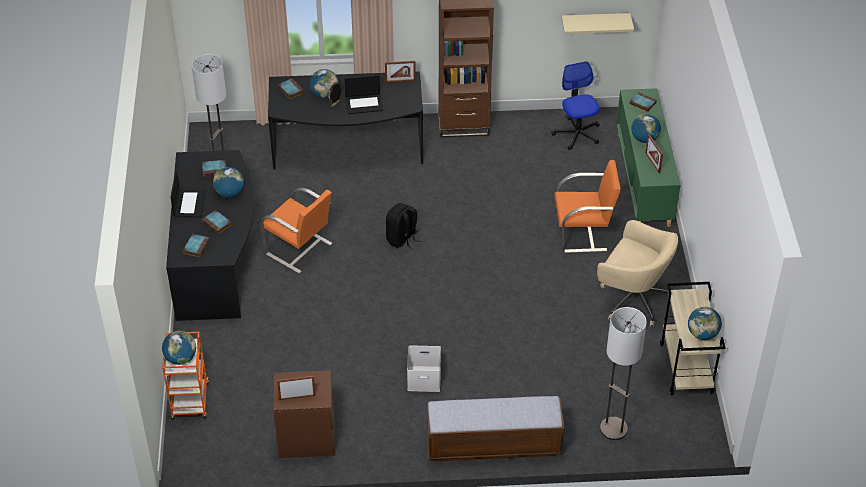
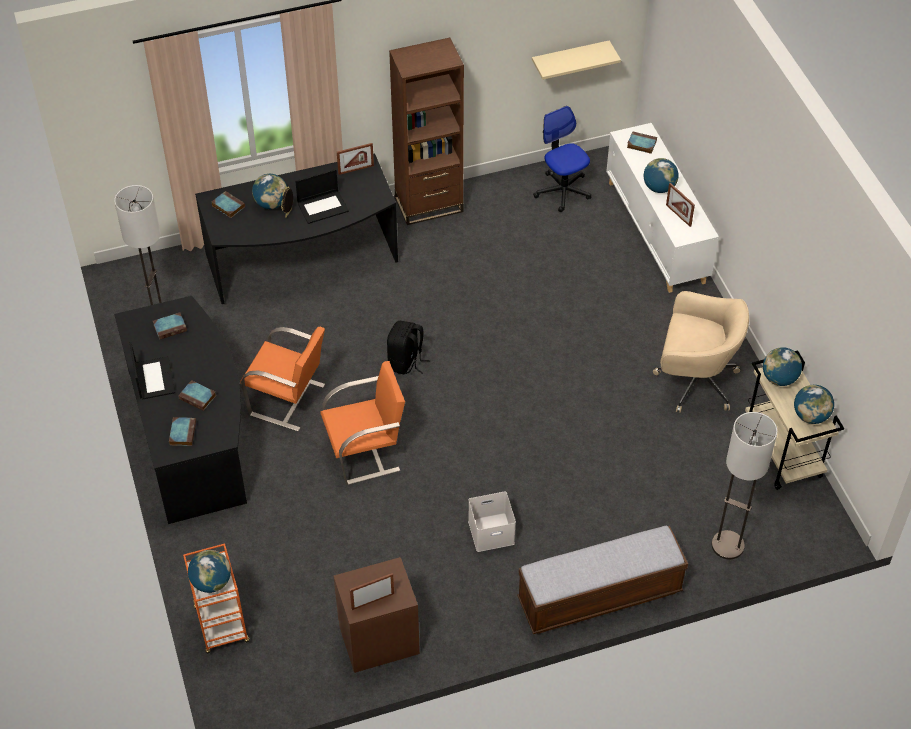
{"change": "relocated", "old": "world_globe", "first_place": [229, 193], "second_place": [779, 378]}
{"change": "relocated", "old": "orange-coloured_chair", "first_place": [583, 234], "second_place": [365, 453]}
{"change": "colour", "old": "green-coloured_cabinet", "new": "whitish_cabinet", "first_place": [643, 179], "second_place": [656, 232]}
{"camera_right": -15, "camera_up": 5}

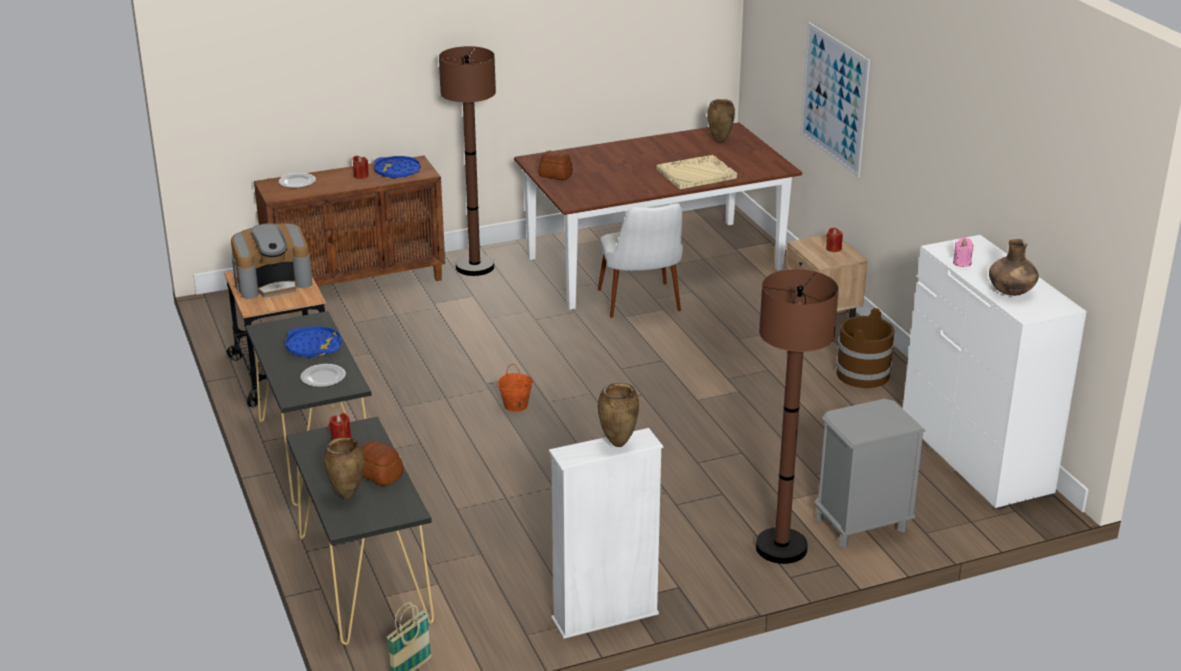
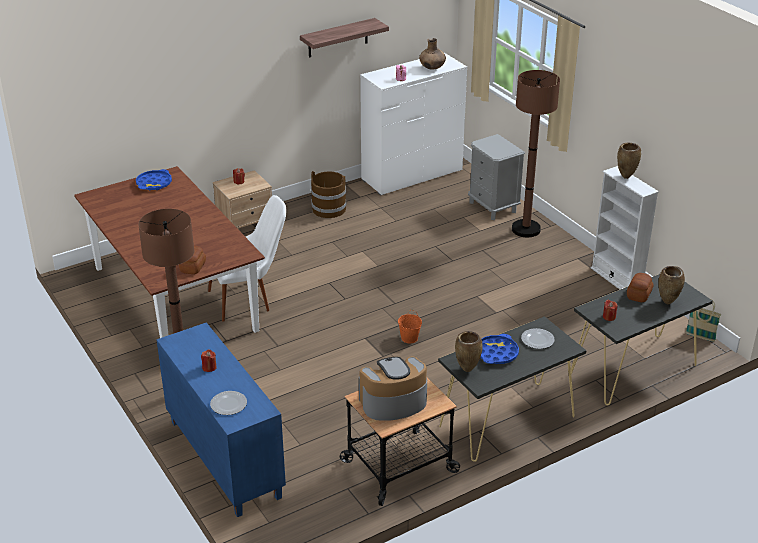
{"change": "spun", "old": "coffee_maker", "first_place": [273, 282], "second_place": [393, 402], "degrees": -75}
{"change": "colour", "old": "brown_cabinet", "new": "bluish_cabinet", "first_place": [356, 282], "second_place": [223, 458]}
{"change": "relocated", "old": "bluish_serving_tray", "first_place": [397, 171], "second_place": [154, 183]}
{"change": "missing", "old": "beige-coloured_serving_tray", "first_place": [697, 174]}
{"change": "relocated", "old": "brown_decorative_vase", "first_place": [719, 141], "second_place": [467, 370]}
{"change": "missing", "old": "picture", "first_place": [834, 98]}
{"change": "appeared", "new": "bracket_shelf", "second_place": [338, 38]}
{"camera_right": -100, "camera_up": 5}

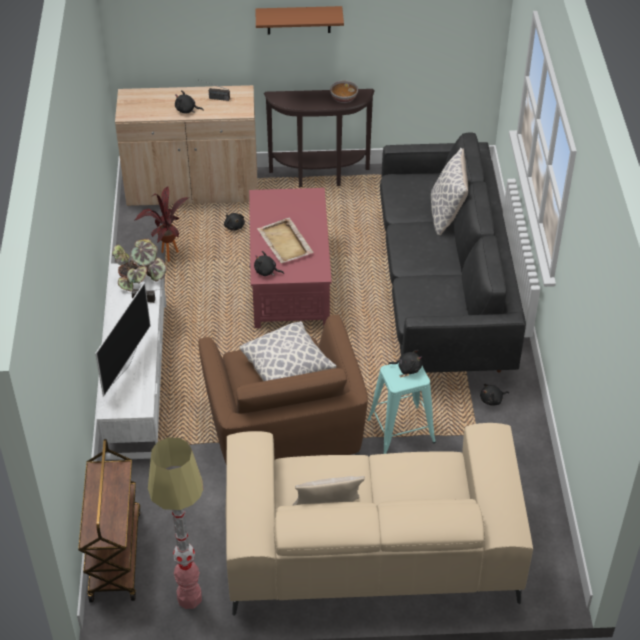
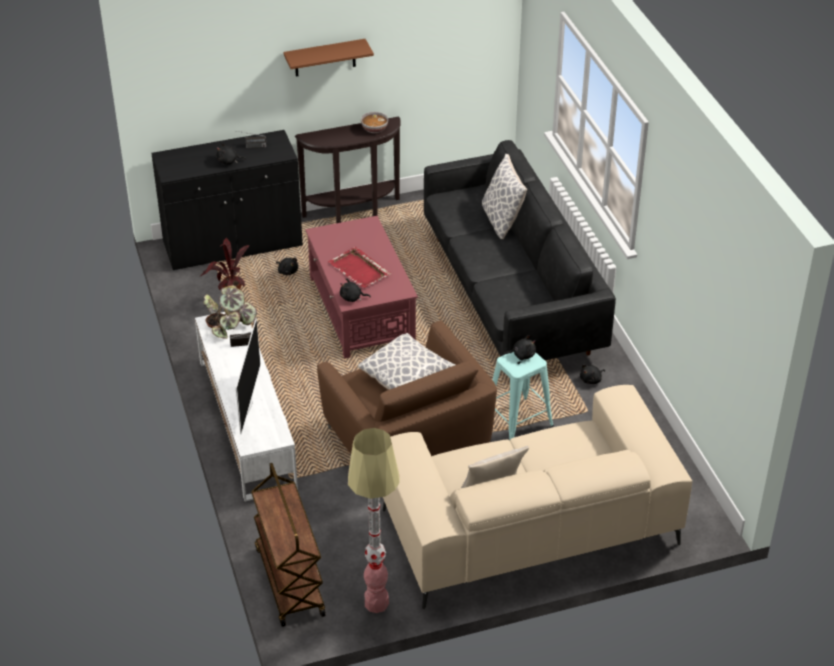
{"change": "colour", "old": "beige-coloured_cabinet", "new": "black-coloured_cabinet", "first_place": [192, 189], "second_place": [233, 244]}
{"change": "colour", "old": "beige-coloured_serving_tray", "new": "reddish_serving_tray", "first_place": [285, 243], "second_place": [359, 270]}
{"camera_right": -15, "camera_up": -5}

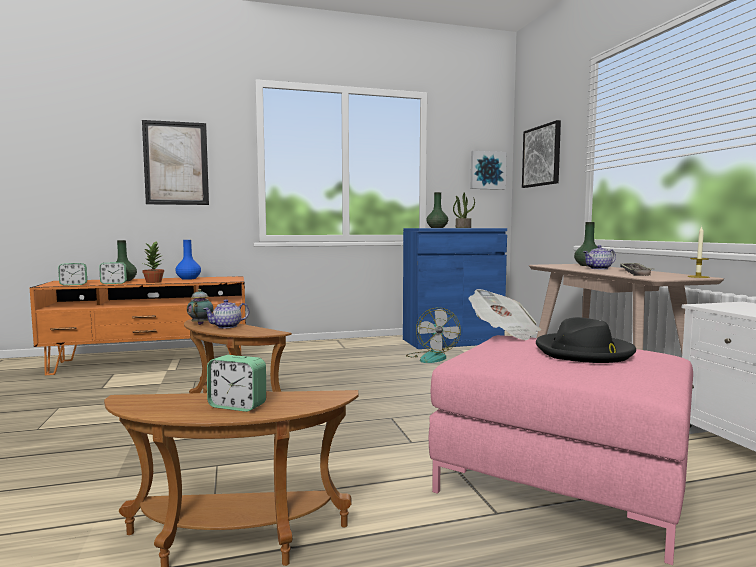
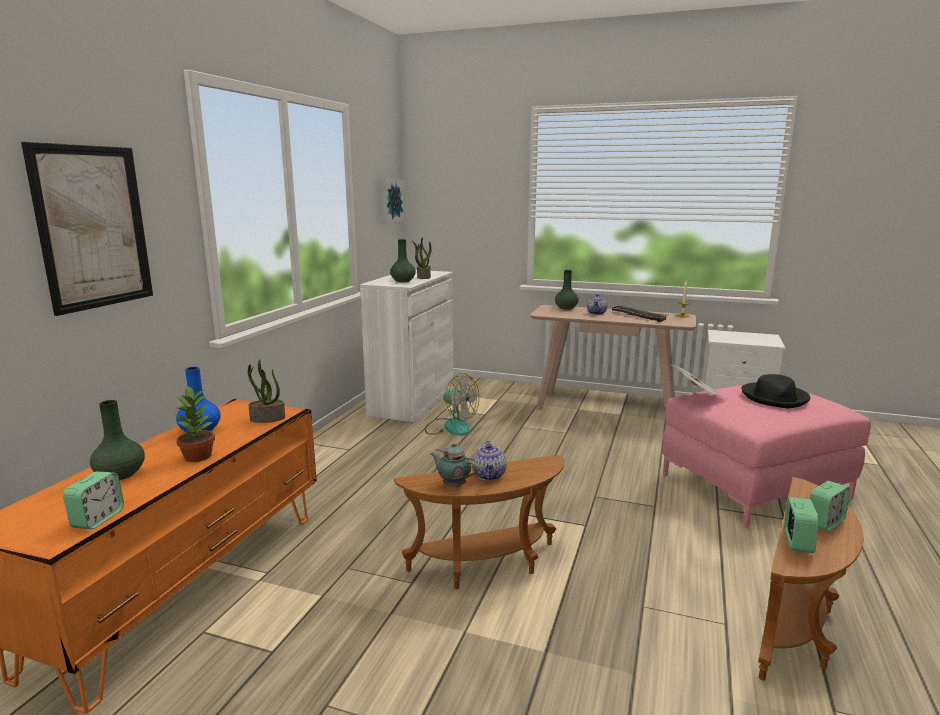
{"change": "relocated", "old": "table_clock", "first_place": [113, 283], "second_place": [797, 542]}
{"change": "colour", "old": "bluish_cabinet", "new": "whitish_cabinet", "first_place": [452, 341], "second_place": [412, 401]}
{"change": "missing", "old": "picture", "first_place": [542, 156]}
{"change": "appeared", "new": "potted_plant", "second_place": [267, 419]}
{"camera_right": -55, "camera_up": 10}

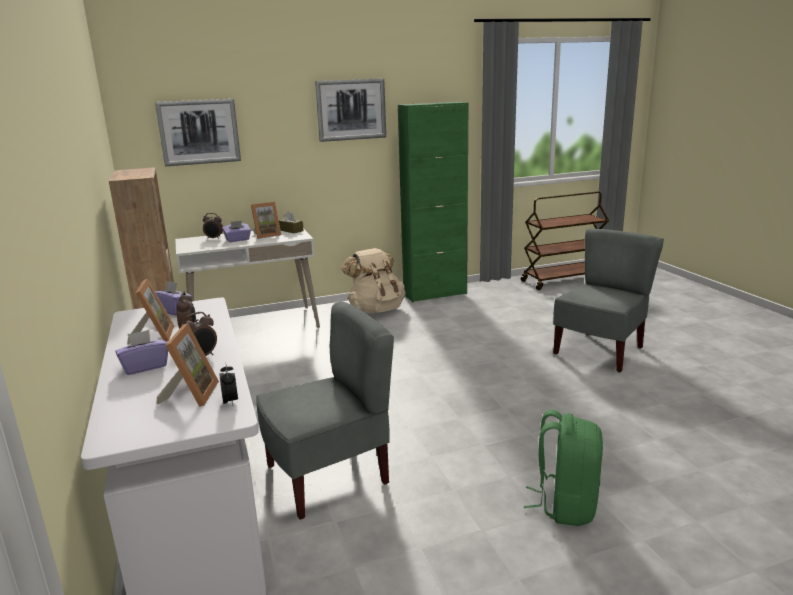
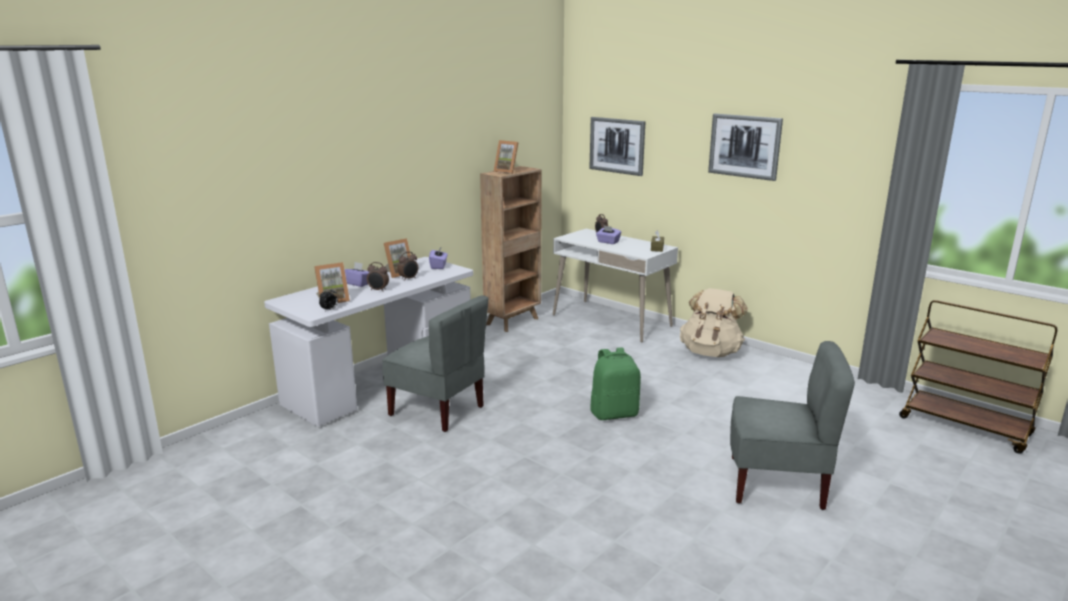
{"change": "relocated", "old": "photo_frame", "first_place": [266, 235], "second_place": [507, 171]}
{"change": "missing", "old": "green-coloured_cabinet", "first_place": [435, 294]}
{"change": "relocated", "old": "green-coloured_backpack", "first_place": [565, 505], "second_place": [614, 413]}
{"camera_right": 60, "camera_up": 0}

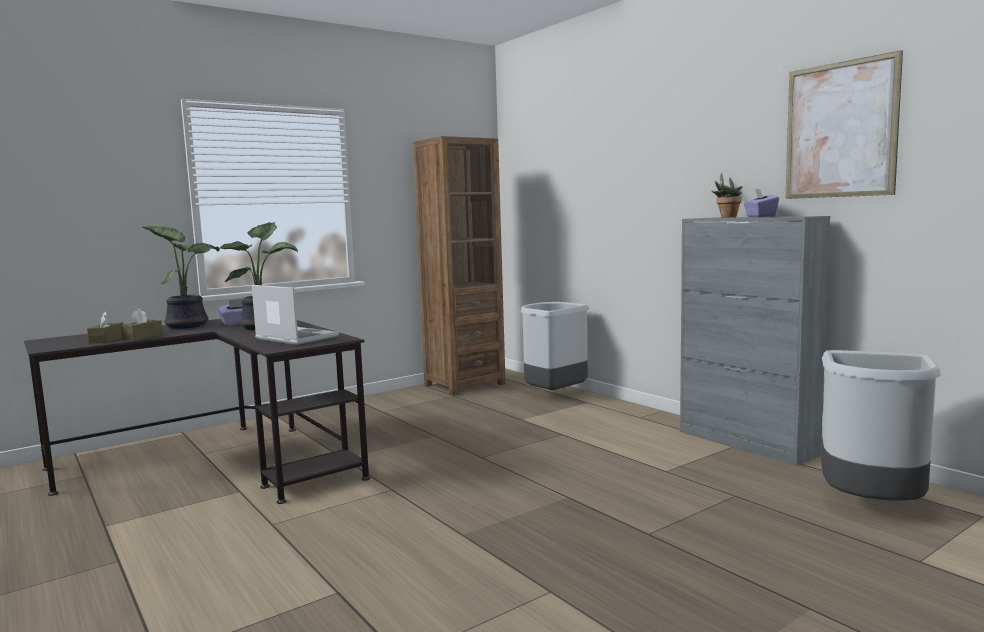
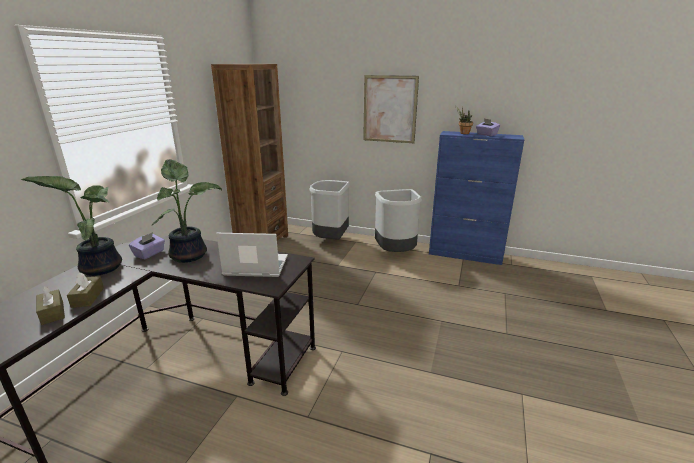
{"change": "colour", "old": "greyish_cabinet", "new": "bluish_cabinet", "first_place": [746, 443], "second_place": [465, 255]}
{"change": "relocated", "old": "picture", "first_place": [840, 130], "second_place": [389, 109]}
{"change": "relocated", "old": "greyish_trash_can", "first_place": [871, 507], "second_place": [396, 253]}
{"camera_right": -35, "camera_up": 15}

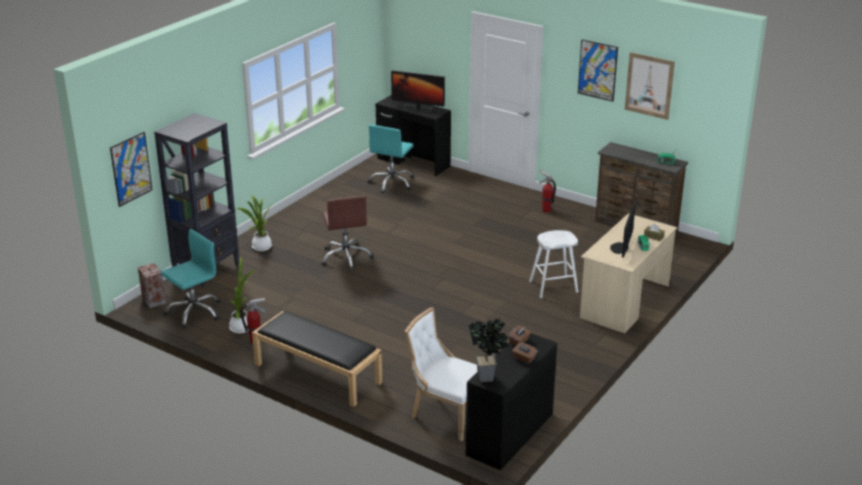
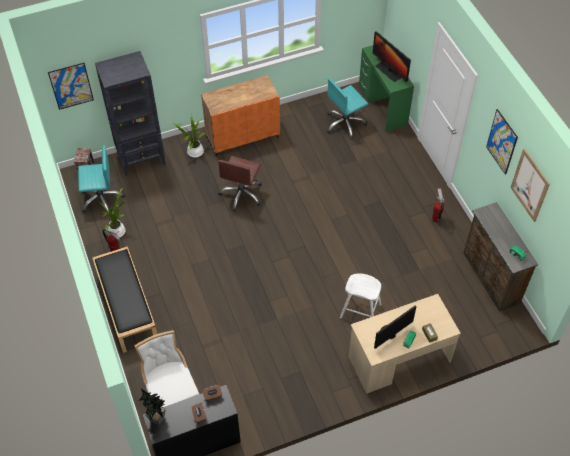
{"change": "colour", "old": "black-coloured_desk_unit", "new": "green-coloured_desk_unit", "first_place": [413, 162], "second_place": [383, 106]}
{"change": "appeared", "new": "orange-coloured_cabinet", "second_place": [243, 136]}
{"camera_right": 35, "camera_up": 25}

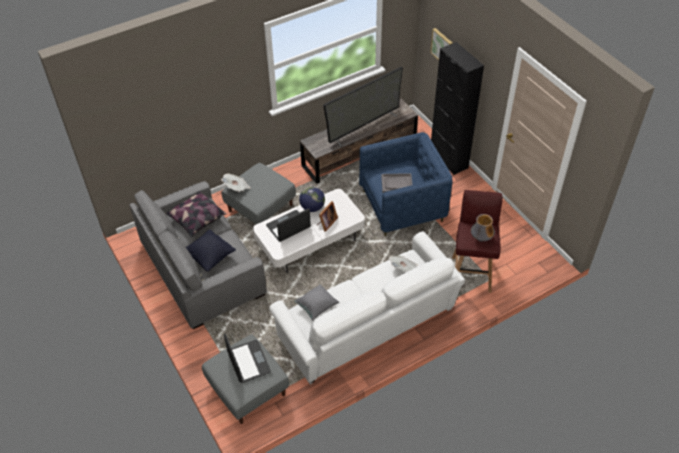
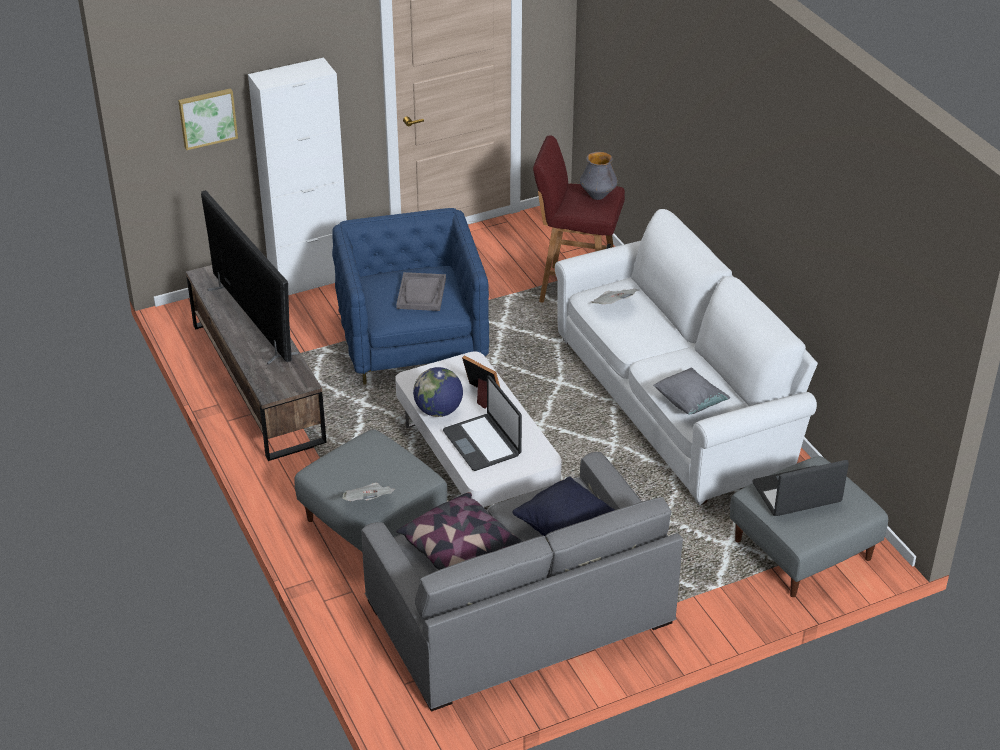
{"change": "colour", "old": "black-coloured_cabinet", "new": "whitish_cabinet", "first_place": [448, 159], "second_place": [310, 280]}
{"camera_right": -85, "camera_up": -10}

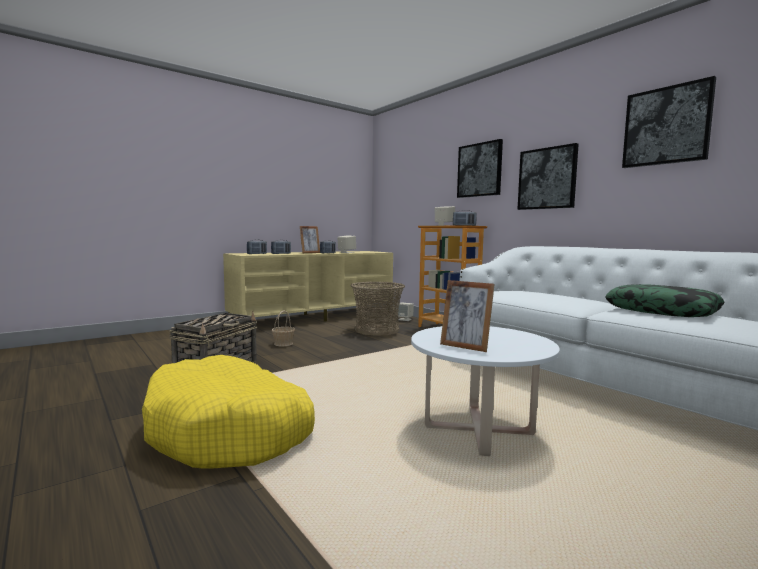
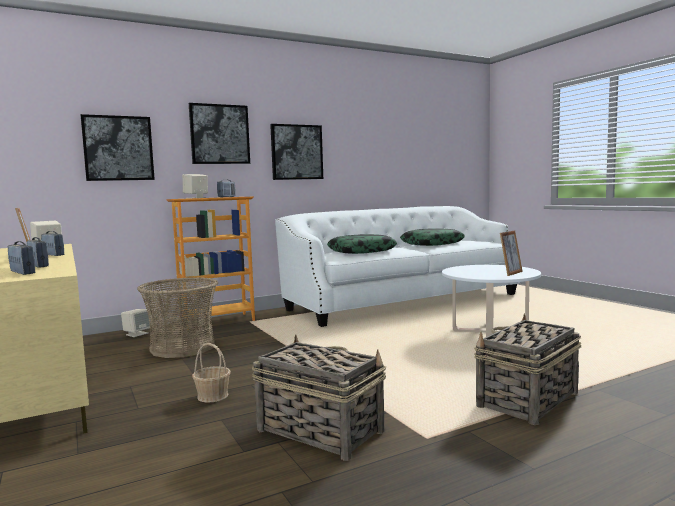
{"change": "exchanged", "old": "yellow_dog_cushion", "new": "storage_basket", "first_place": [230, 430], "second_place": [527, 400]}
{"change": "relocated", "old": "picture", "first_place": [666, 126], "second_place": [118, 148]}
{"change": "appeared", "new": "throw_pillow", "second_place": [362, 251]}
{"camera_right": -80, "camera_up": 0}

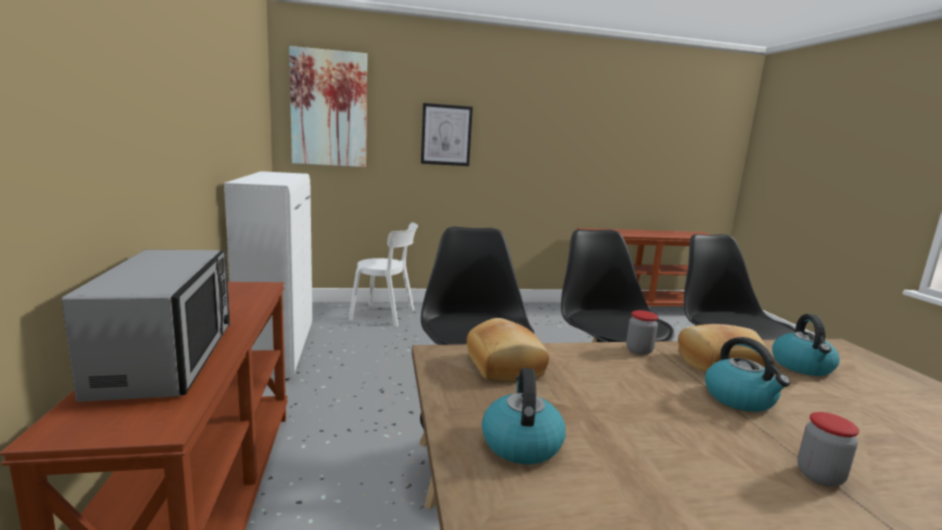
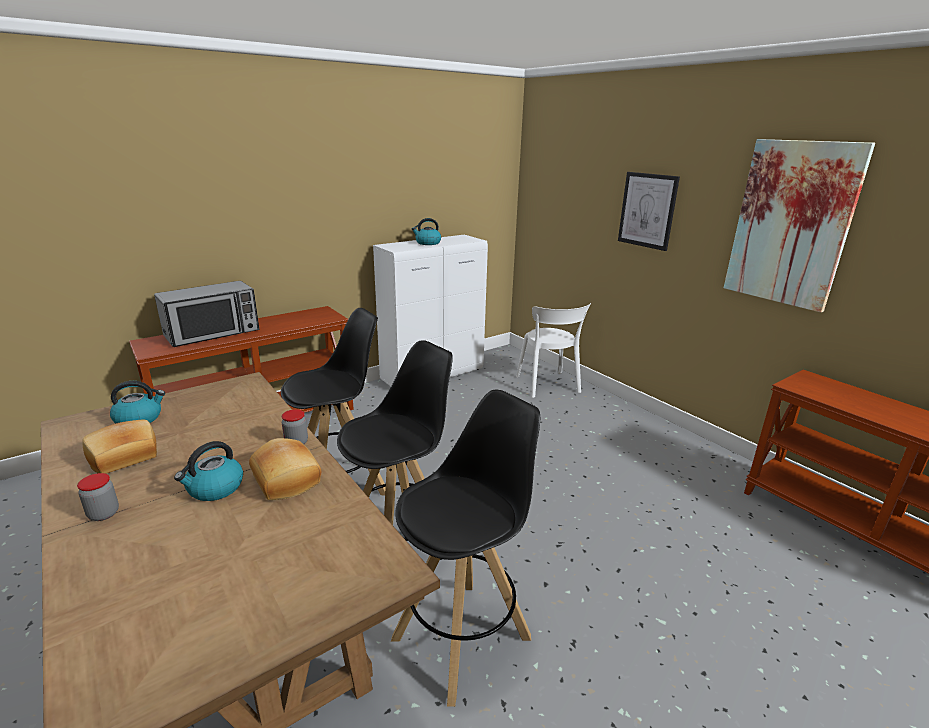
{"change": "relocated", "old": "picture", "first_place": [329, 109], "second_place": [791, 224]}
{"change": "relocated", "old": "bakery_bread", "first_place": [506, 366], "second_place": [124, 458]}
{"change": "relocated", "old": "kettle", "first_place": [802, 366], "second_place": [427, 243]}
{"camera_right": 65, "camera_up": 10}

